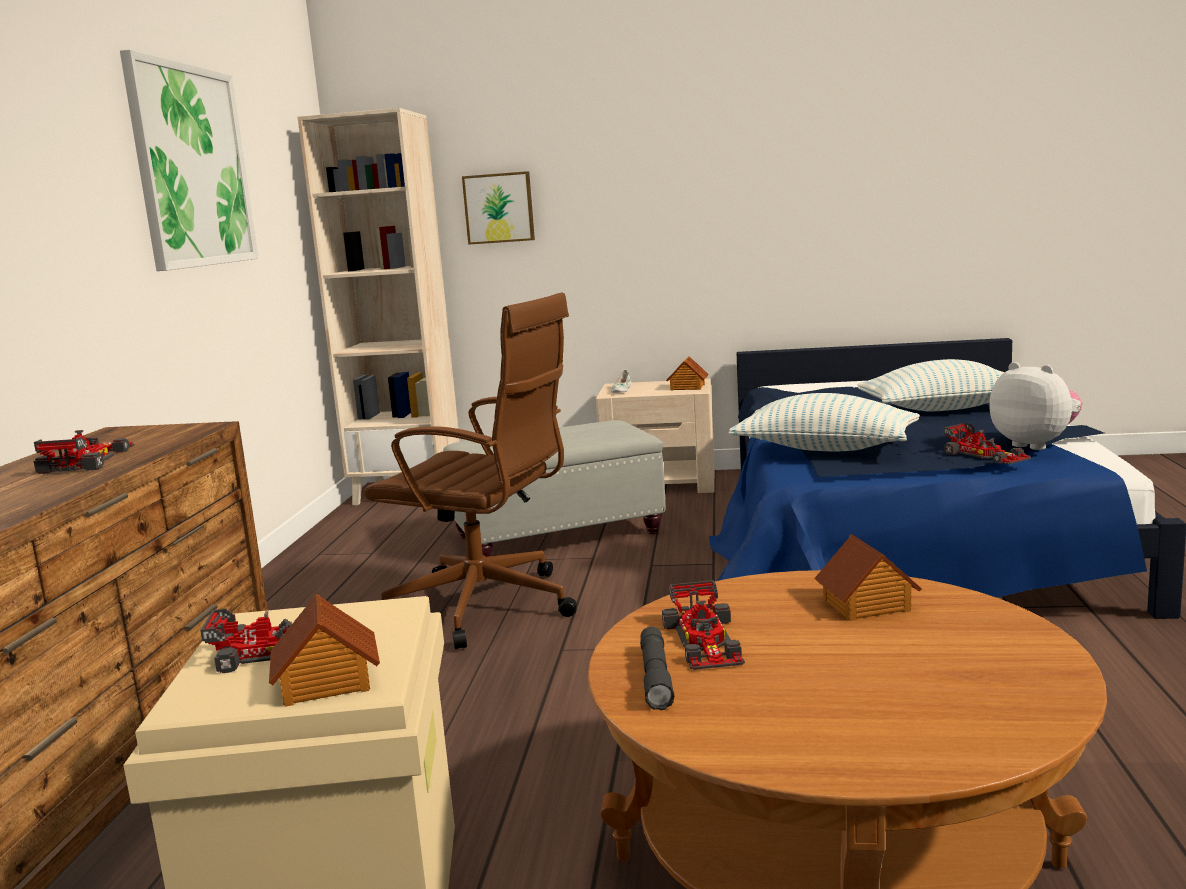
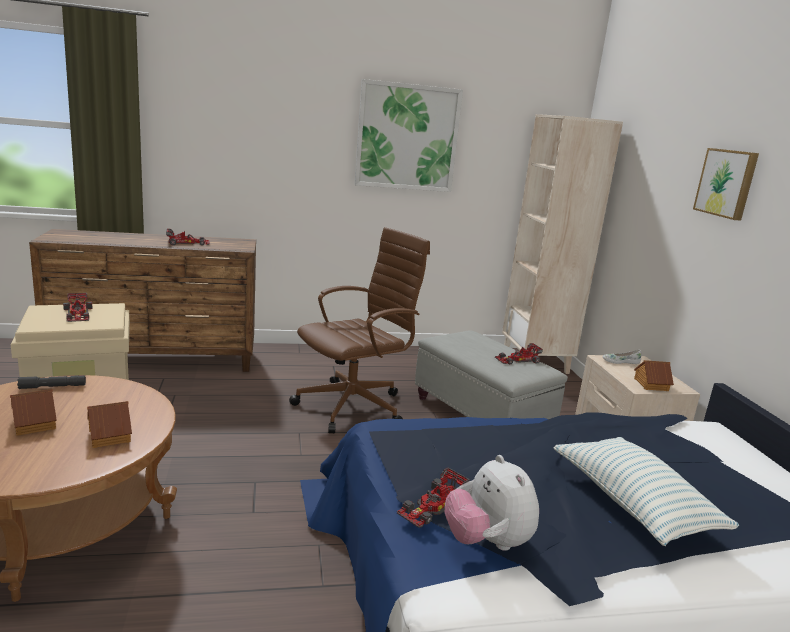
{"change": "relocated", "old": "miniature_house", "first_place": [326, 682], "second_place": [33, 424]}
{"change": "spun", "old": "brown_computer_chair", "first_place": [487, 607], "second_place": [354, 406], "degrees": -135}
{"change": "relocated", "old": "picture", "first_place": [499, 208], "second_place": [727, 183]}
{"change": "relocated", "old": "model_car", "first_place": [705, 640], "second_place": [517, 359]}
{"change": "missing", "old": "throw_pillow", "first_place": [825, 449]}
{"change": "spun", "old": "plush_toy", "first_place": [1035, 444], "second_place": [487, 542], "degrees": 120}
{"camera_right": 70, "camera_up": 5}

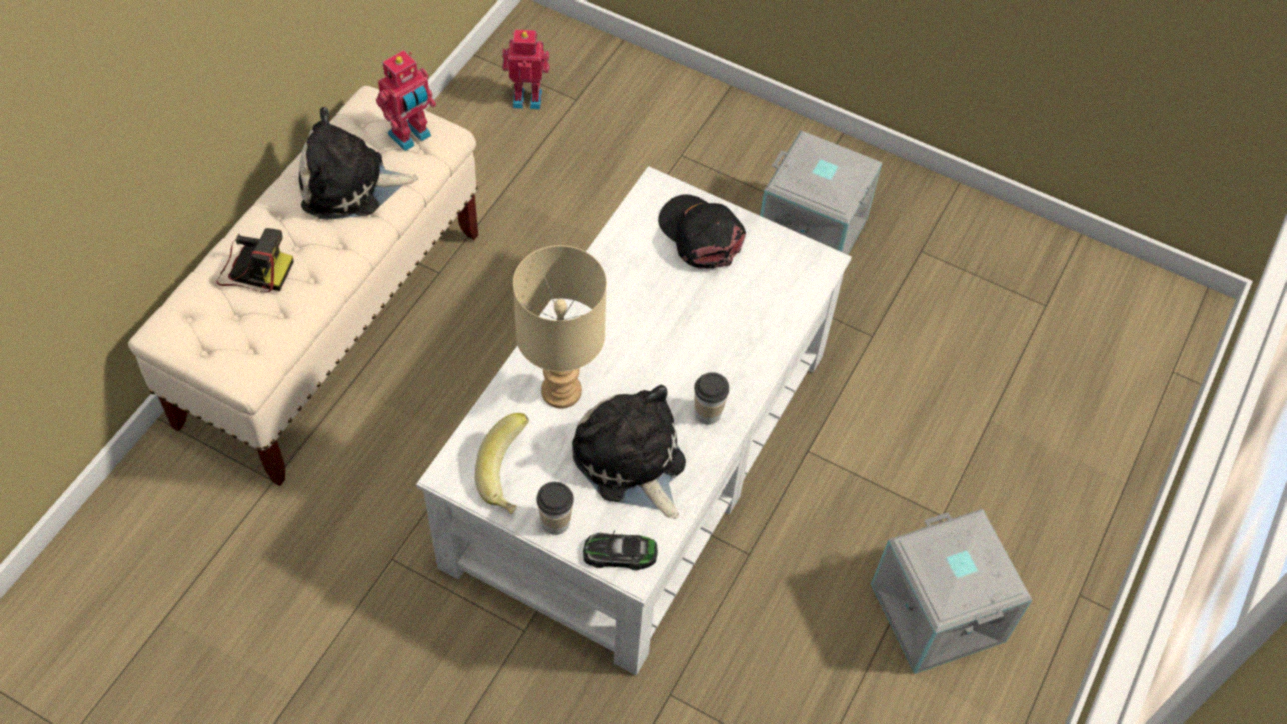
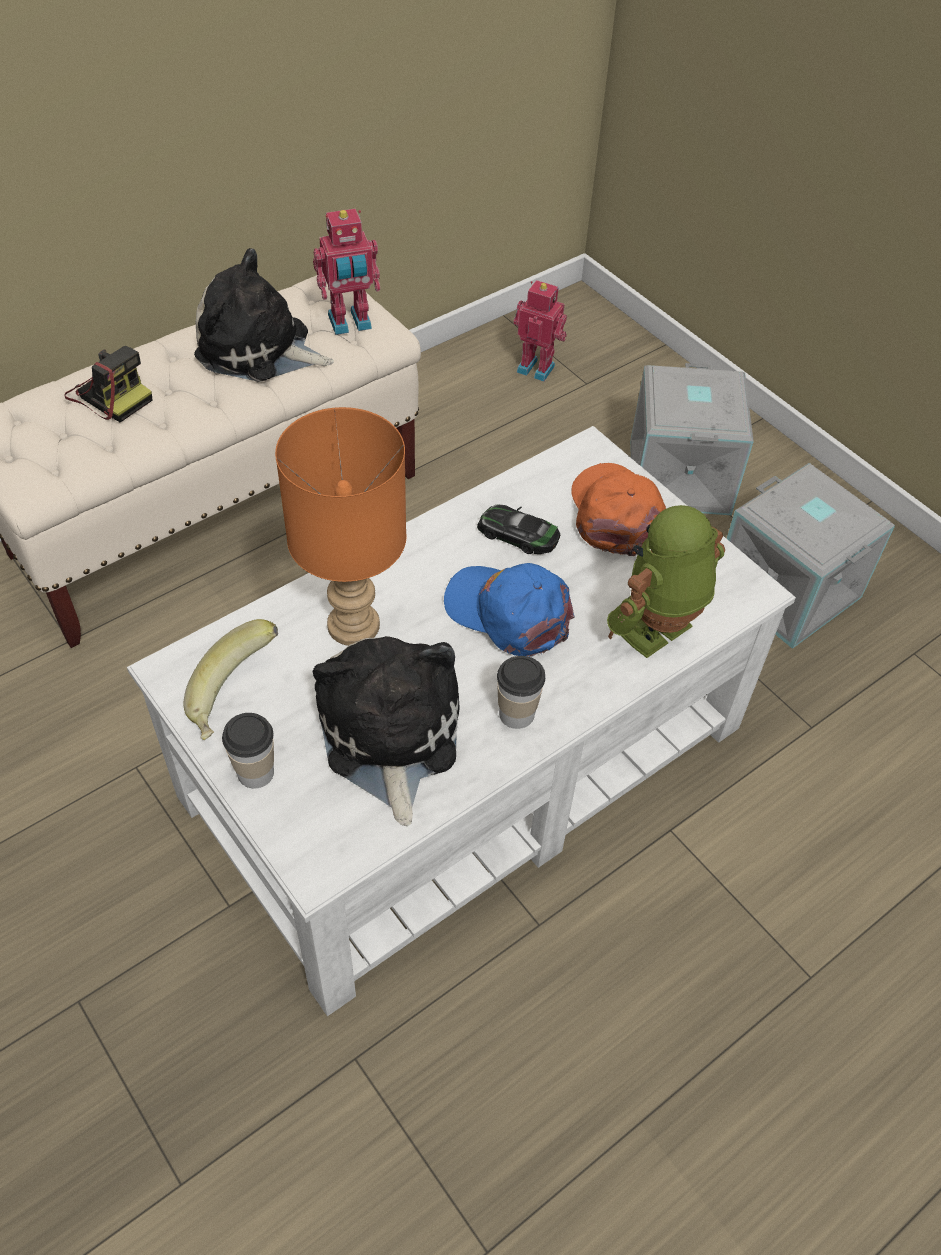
{"change": "colour", "old": "beige-coloured_lamp_for_a_table", "new": "orange-coloured_lamp_for_a_table", "first_place": [559, 391], "second_place": [351, 625]}
{"change": "relocated", "old": "model_car", "first_place": [620, 554], "second_place": [518, 535]}
{"change": "colour", "old": "black-coloured_baseball_cap", "new": "orange-coloured_baseball_cap", "first_place": [700, 235], "second_place": [615, 513]}
{"change": "relocated", "old": "greyish_storage_bin", "first_place": [935, 612], "second_place": [677, 476]}
{"change": "appeared", "new": "bluish_baseball_cap", "second_place": [509, 612]}
{"change": "appeared", "new": "toy_robot", "second_place": [657, 632]}
{"camera_right": 25, "camera_up": -5}

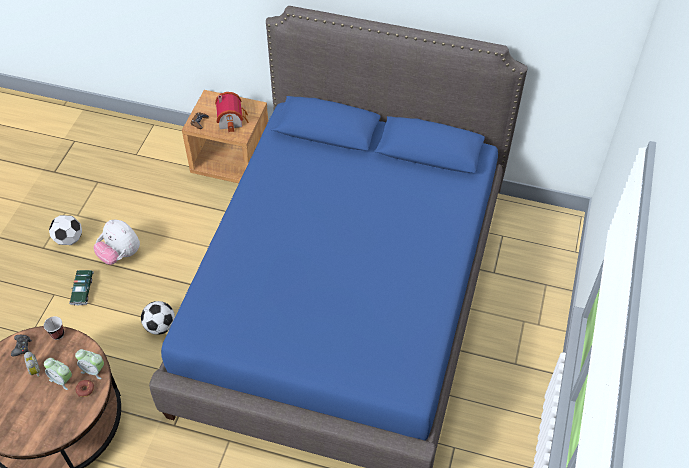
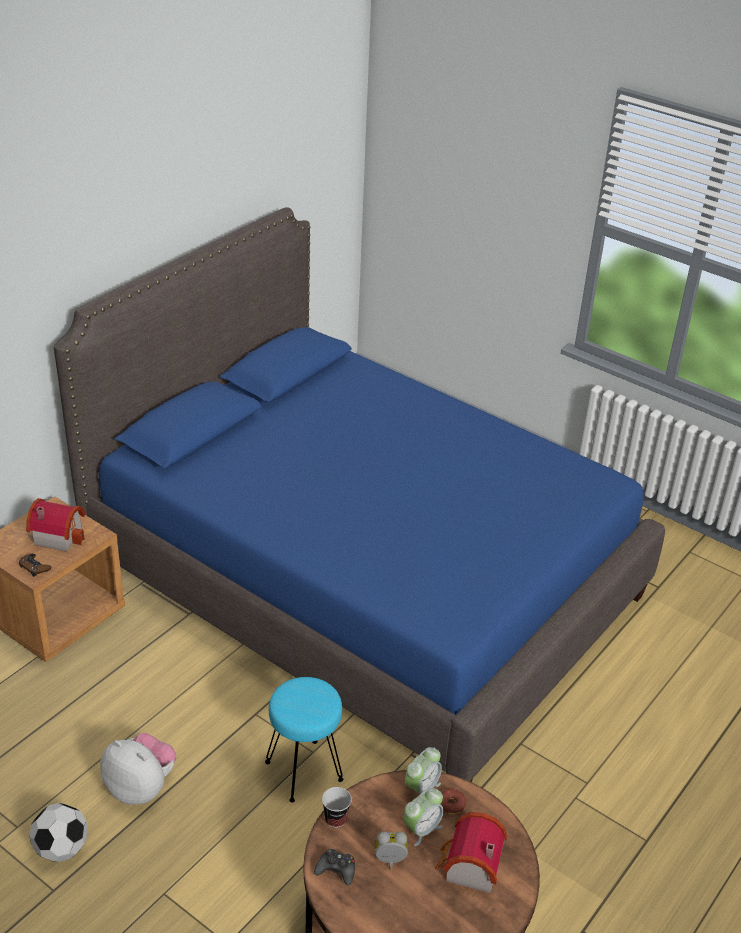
{"change": "missing", "old": "model_car", "first_place": [82, 290]}
{"change": "spun", "old": "plush_toy", "first_place": [120, 255], "second_place": [141, 787], "degrees": -120}
{"change": "exchanged", "old": "football", "new": "turquoise-coloured_sitting_stool", "first_place": [160, 326], "second_place": [305, 770]}
{"change": "appeared", "new": "miniature_house", "second_place": [468, 868]}
{"camera_right": -70, "camera_up": -15}

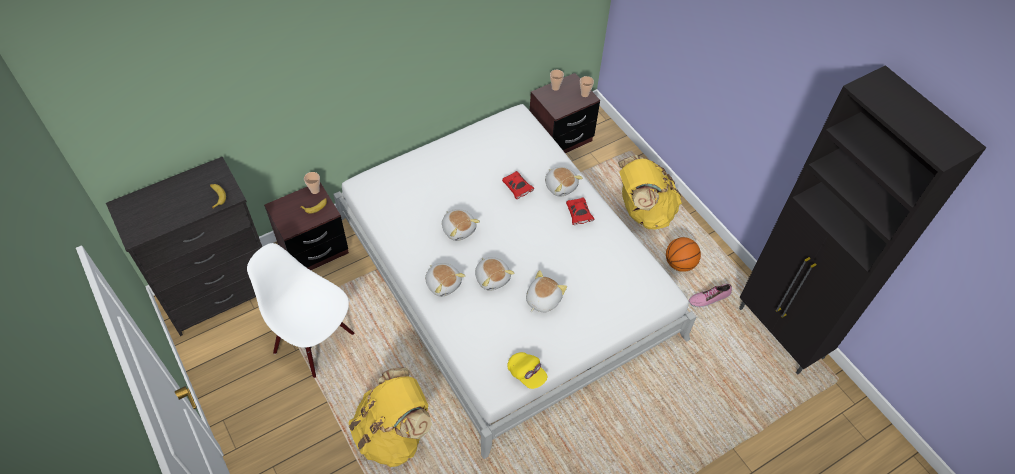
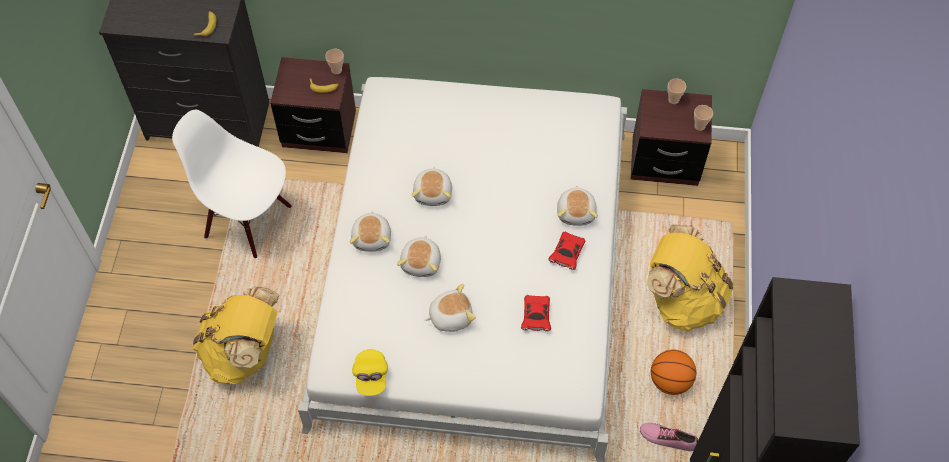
{"change": "spun", "old": "whitish_chair", "first_place": [315, 342], "second_place": [249, 220], "degrees": -45}
{"change": "relocated", "old": "reddish_model_car", "first_place": [517, 188], "second_place": [536, 316]}
{"camera_right": 40, "camera_up": 5}

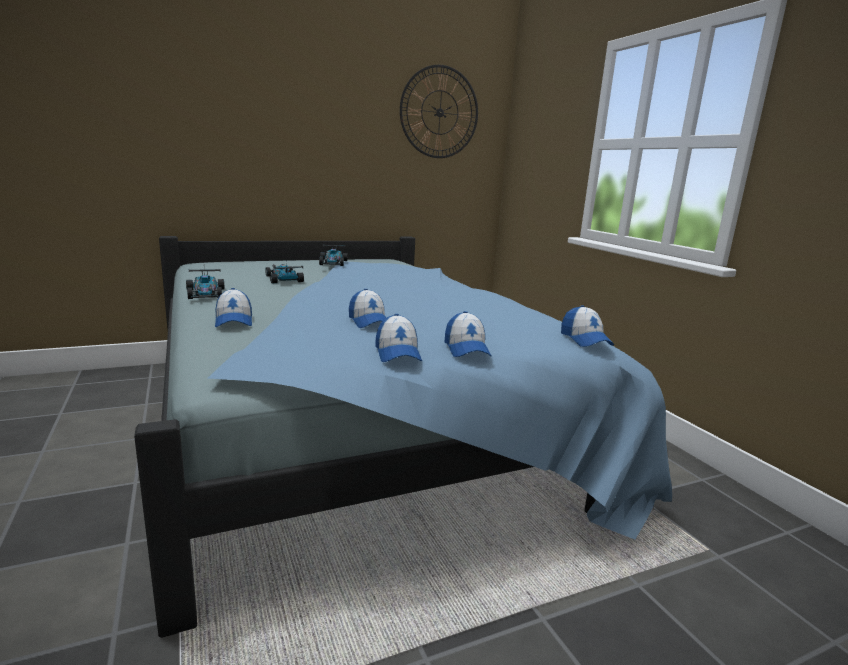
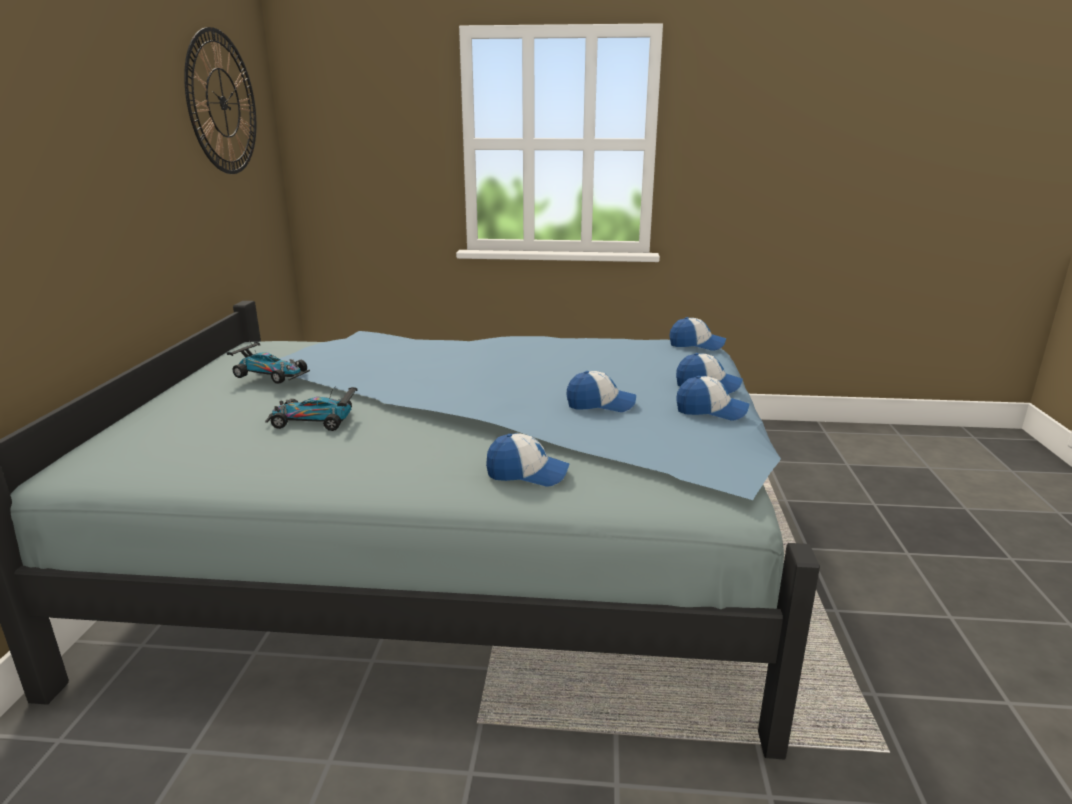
{"change": "missing", "old": "model_car", "first_place": [206, 293]}
{"camera_right": -60, "camera_up": 5}

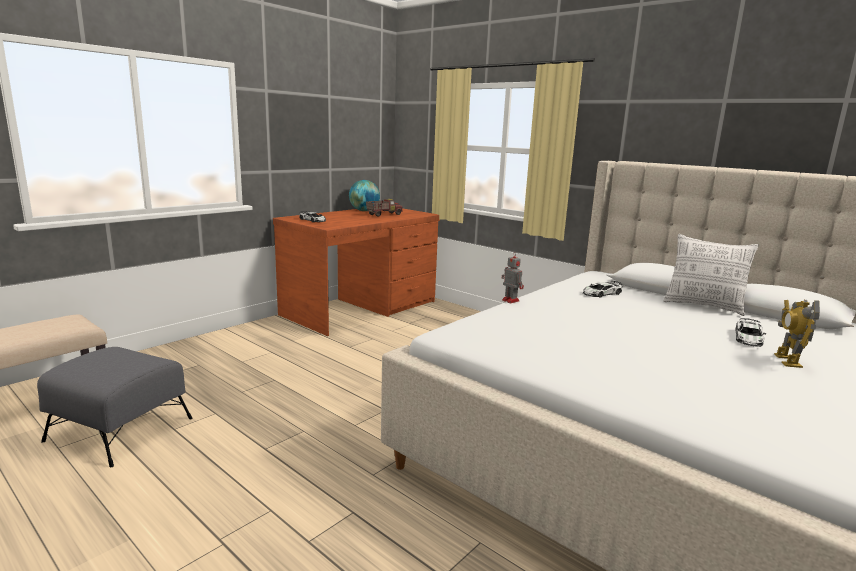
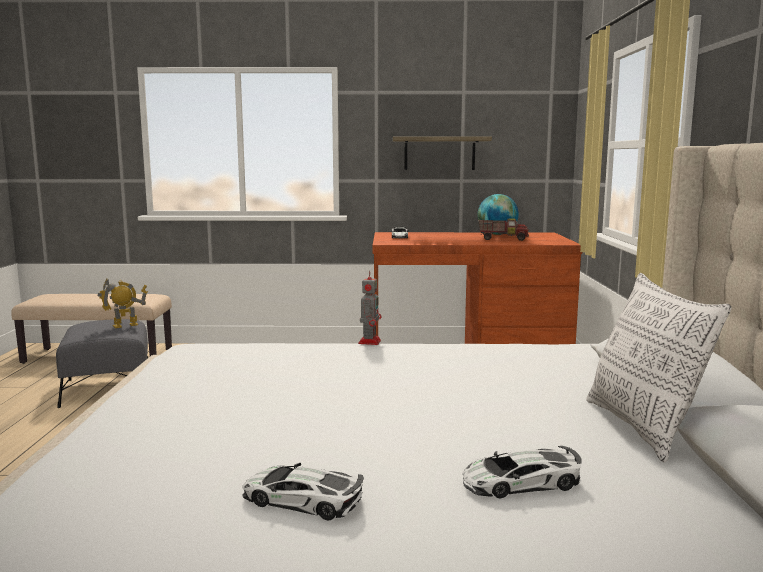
{"change": "relocated", "old": "model_car", "first_place": [601, 293], "second_place": [302, 500]}
{"change": "relocated", "old": "toy_robot", "first_place": [787, 360], "second_place": [125, 325]}
{"change": "appeared", "new": "bracket_shelf", "second_place": [439, 153]}
{"camera_right": 50, "camera_up": -5}

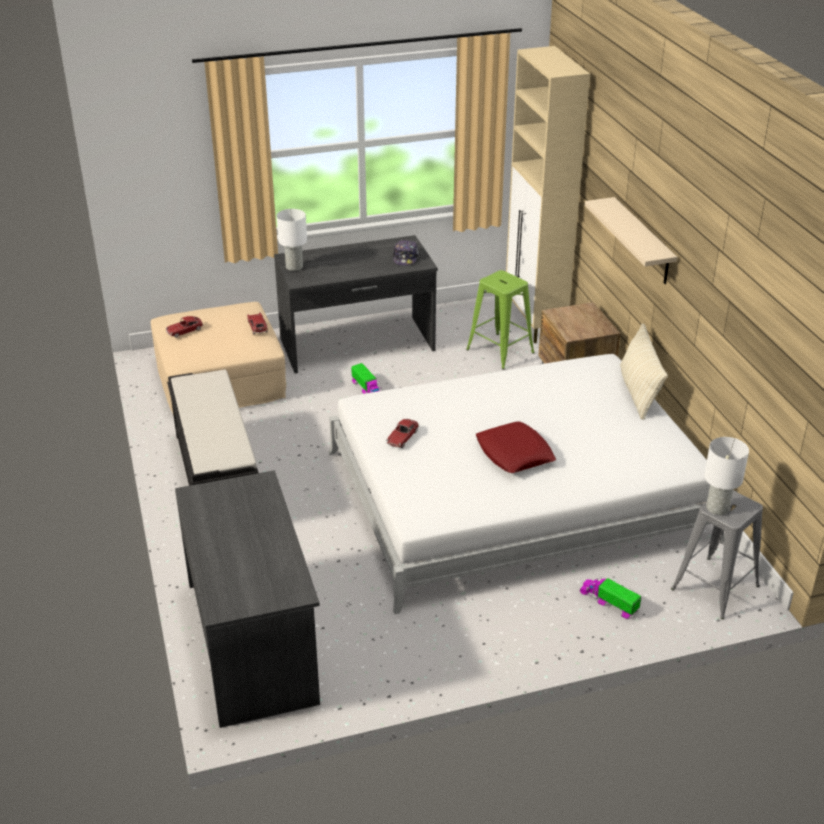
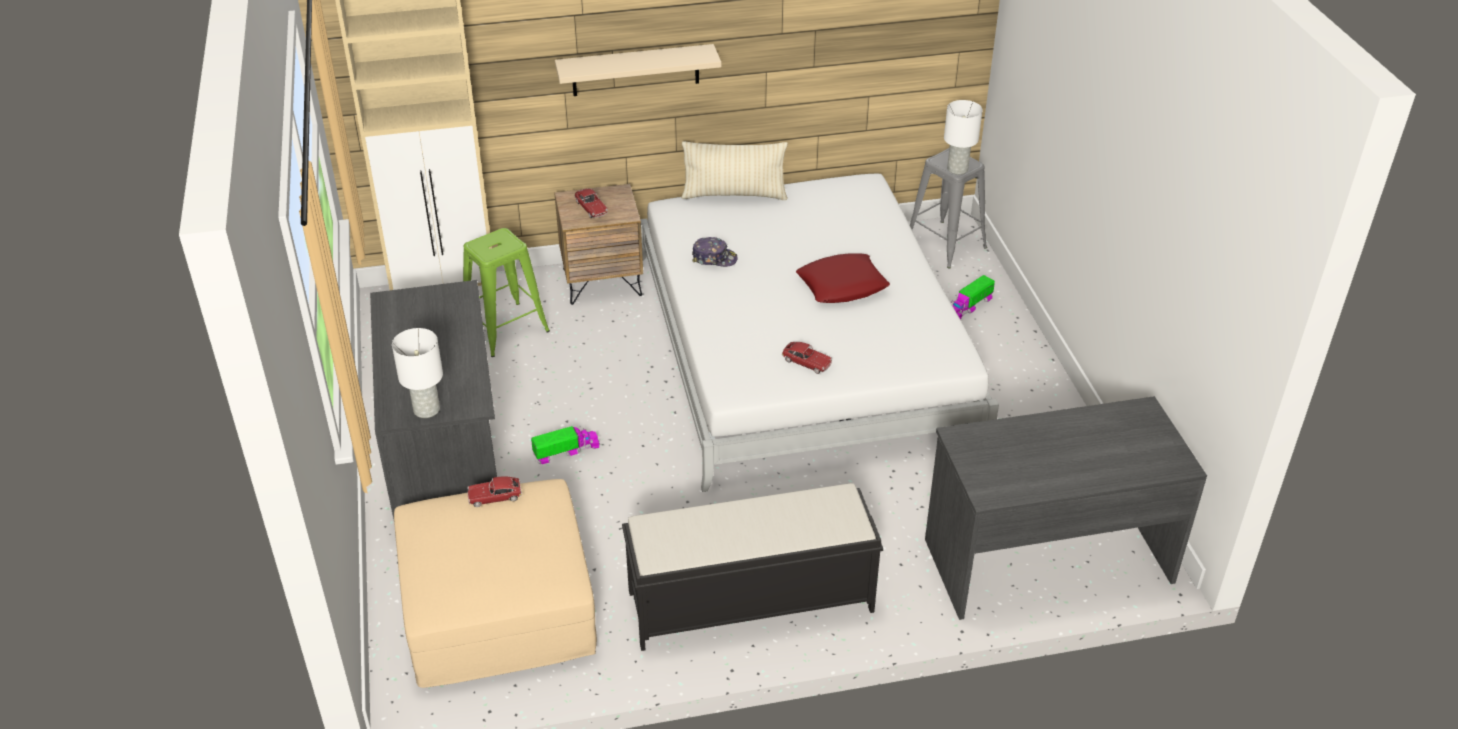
{"change": "relocated", "old": "model_car", "first_place": [185, 331], "second_place": [591, 208]}
{"change": "relocated", "old": "baseball_cap", "first_place": [405, 258], "second_place": [714, 258]}
{"camera_right": -85, "camera_up": 5}

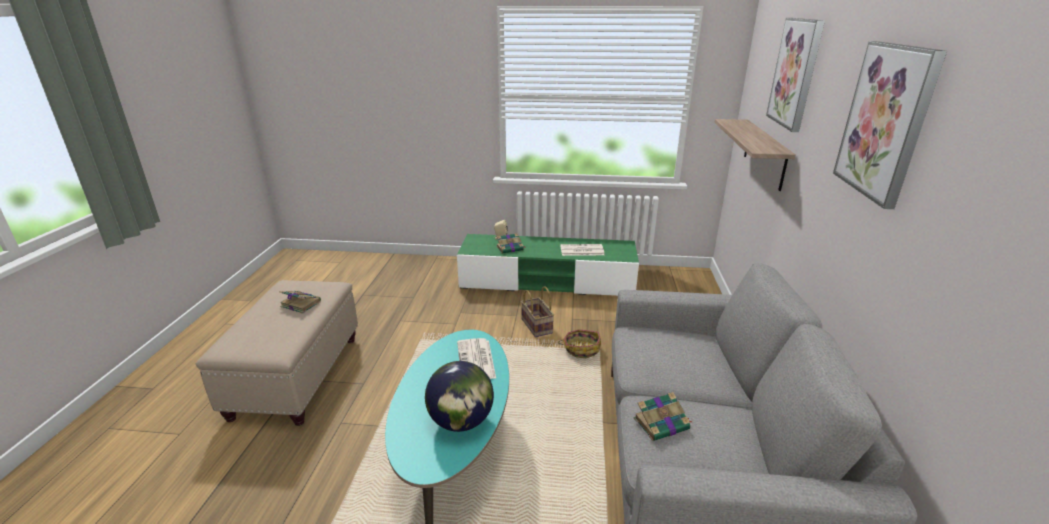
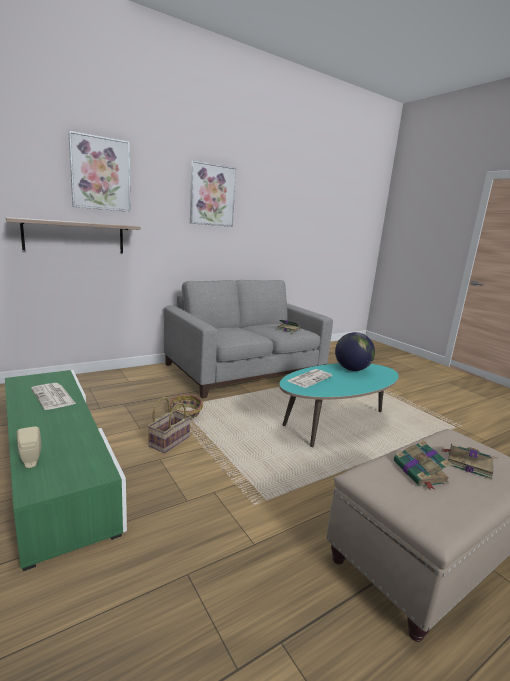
{"change": "relocated", "old": "book", "first_place": [510, 248], "second_place": [467, 463]}
{"camera_right": -130, "camera_up": -10}

